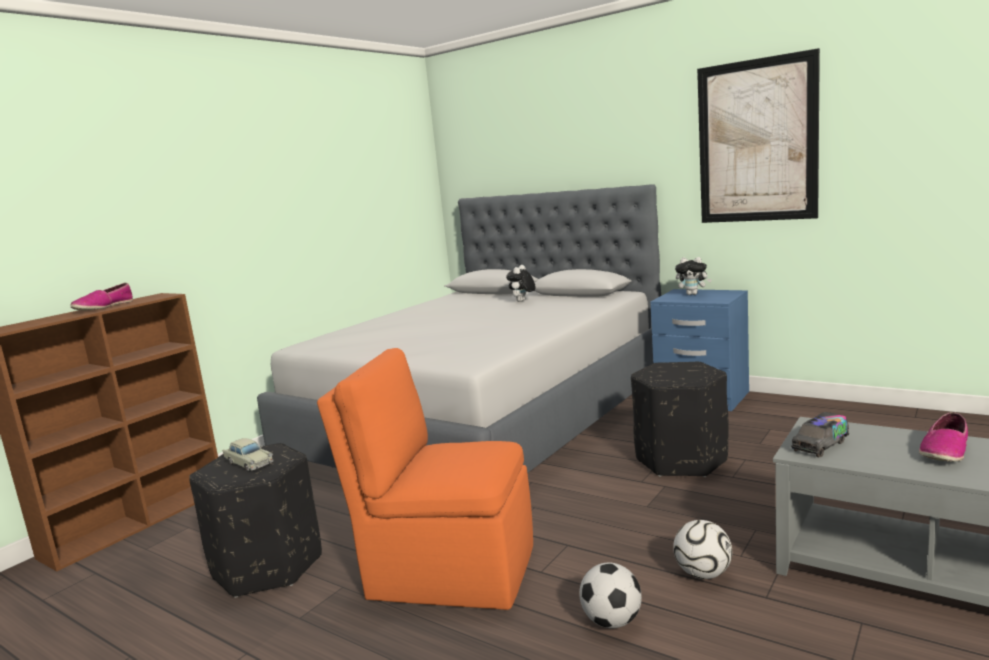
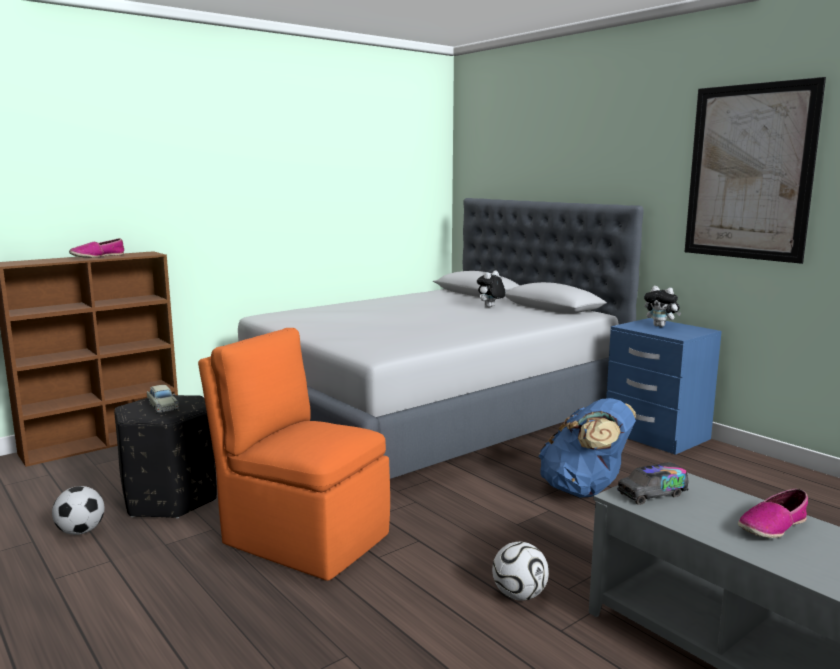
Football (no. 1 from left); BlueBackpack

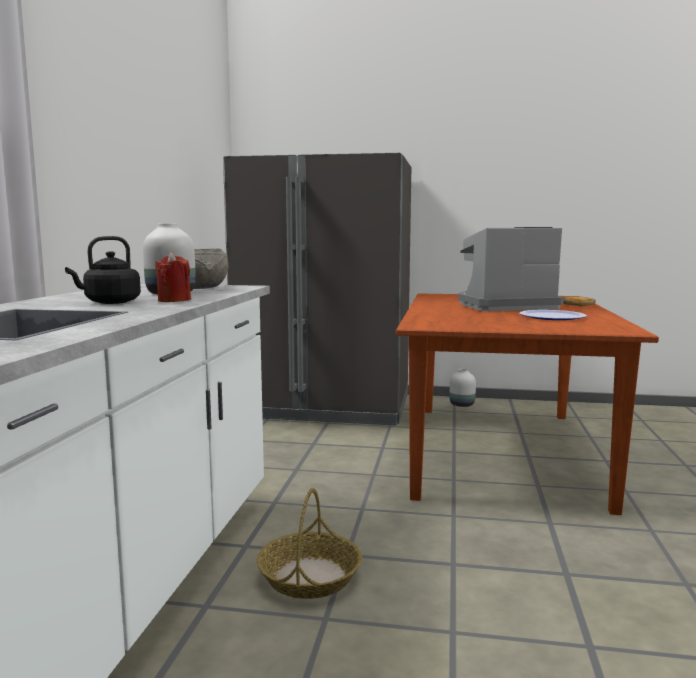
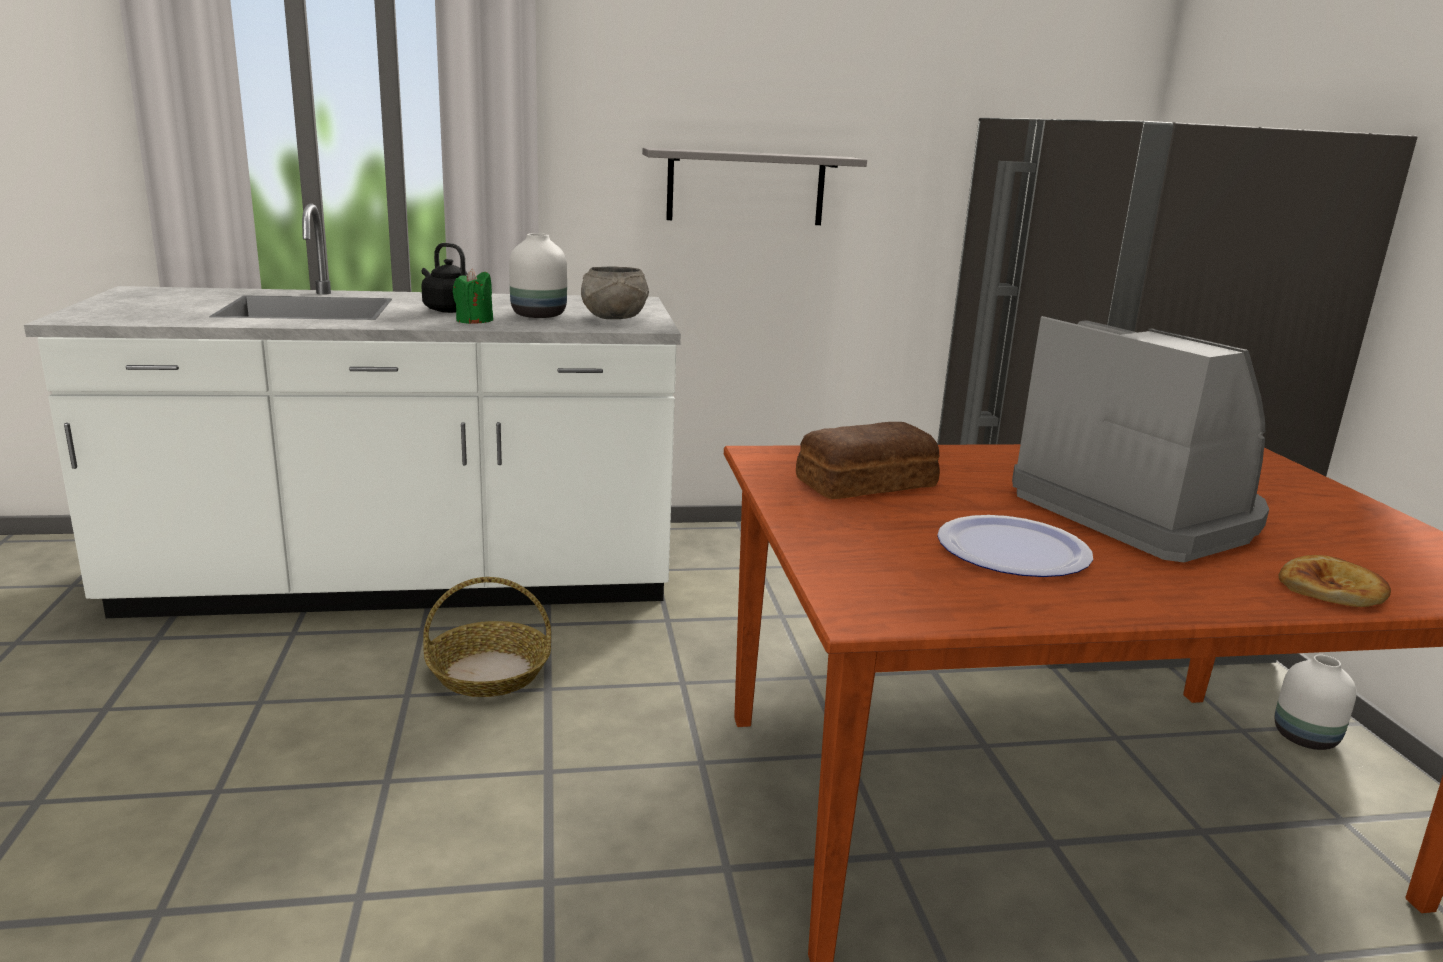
GreyShelf; Bread (no. 1 from left); GreenCandle

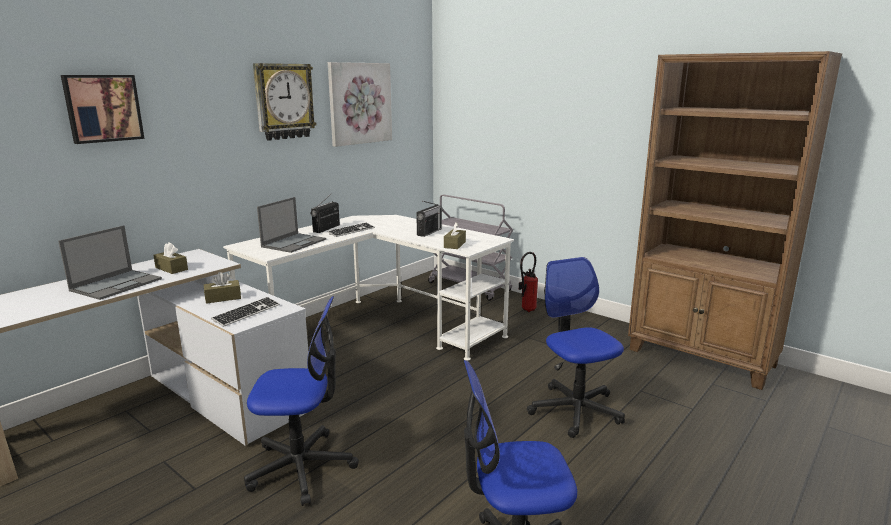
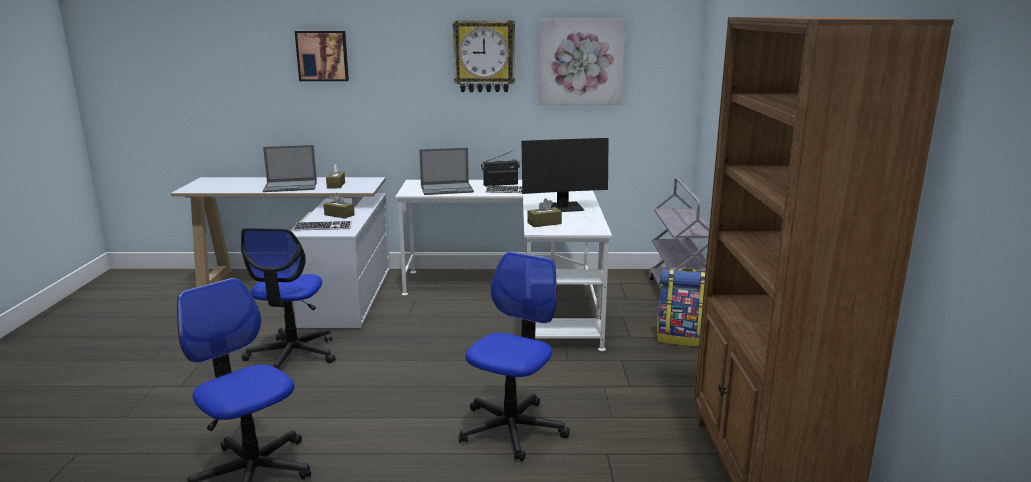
Monitor; Backpack; OfficeChair (no. 2 from left)

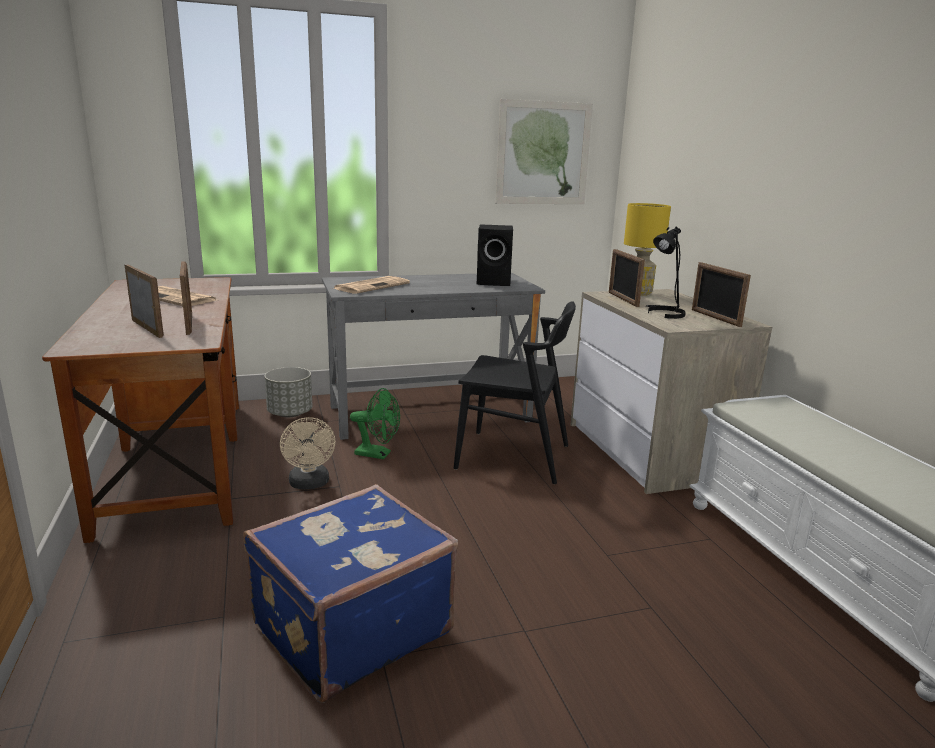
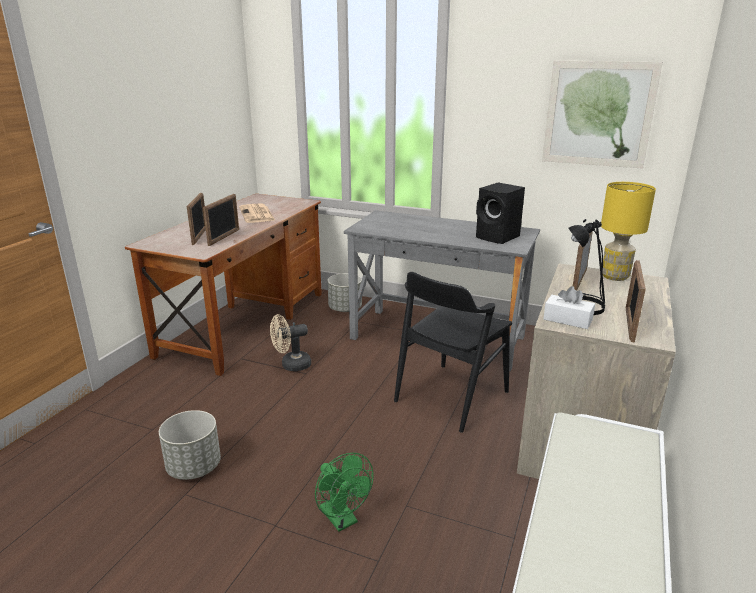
Newspaper (no. 2 from left in the first image); WhiteTissueBox; GreenFan; GreyPlanter (no. 1 from left); BeigeFan; BlackChair

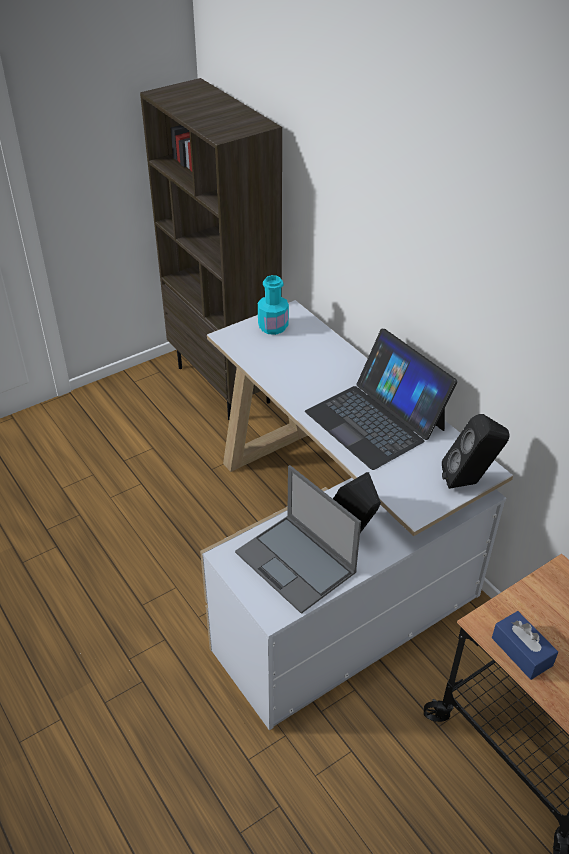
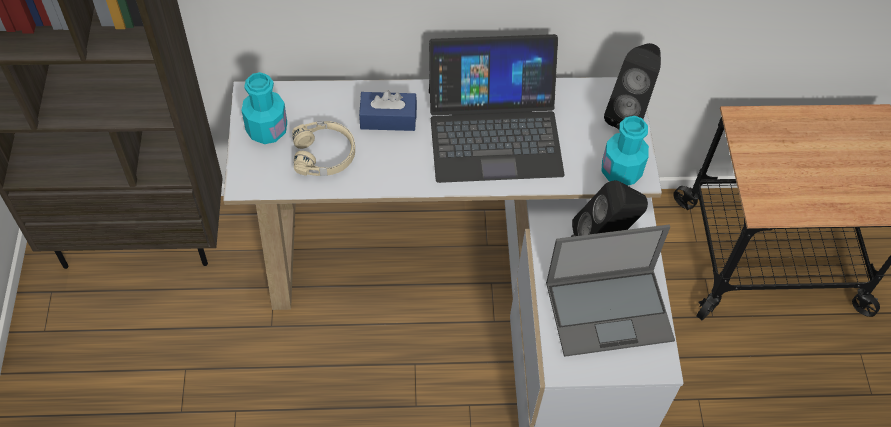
BeigeHeadphones; TurquoiseBottle (no. 2 from left); BlueTissueBox

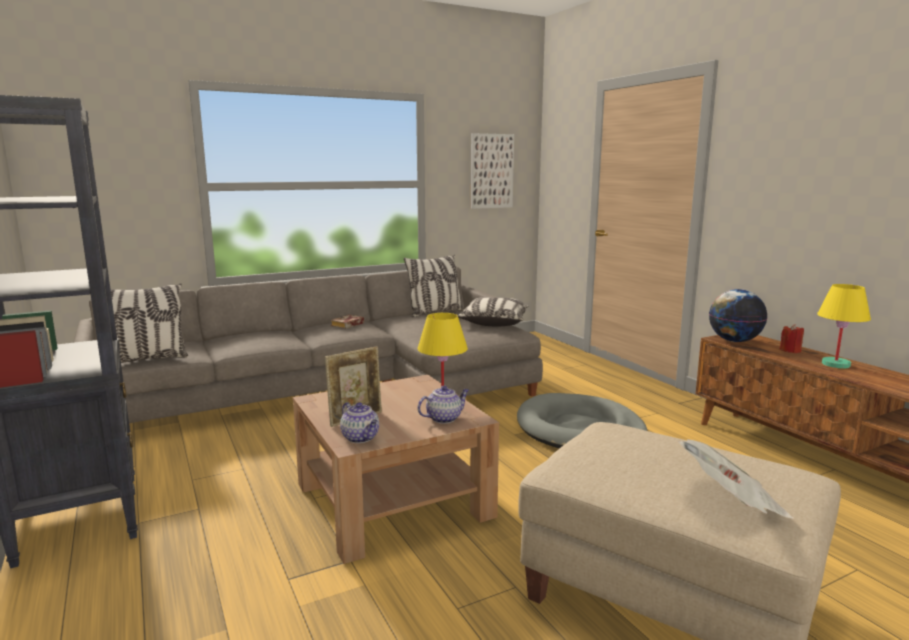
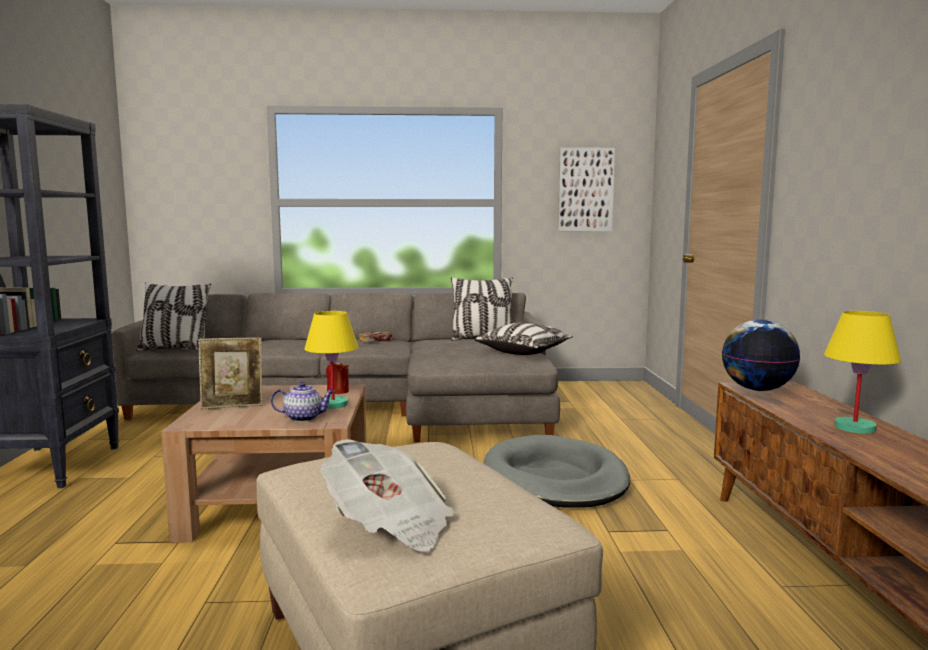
Teapot (no. 1 from left in the first image); RedCandle

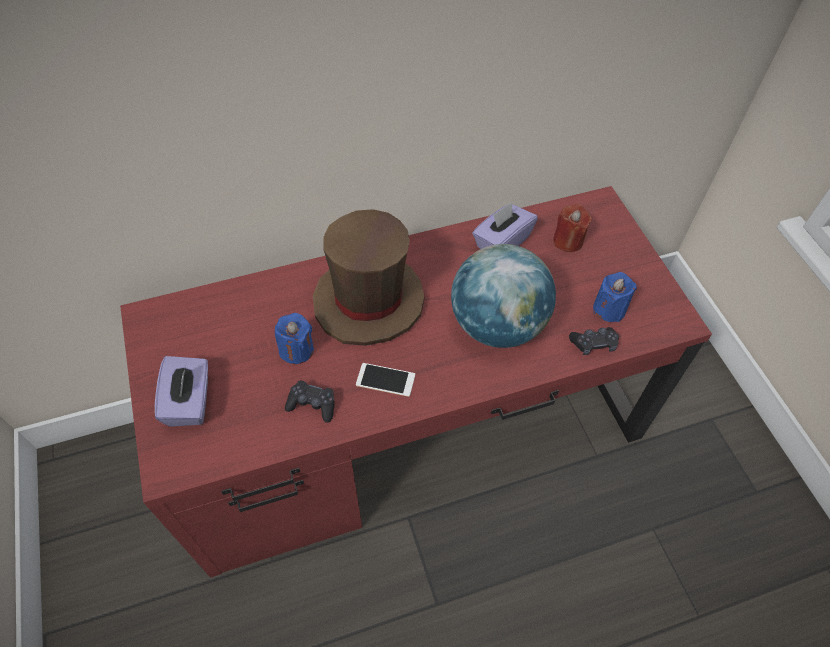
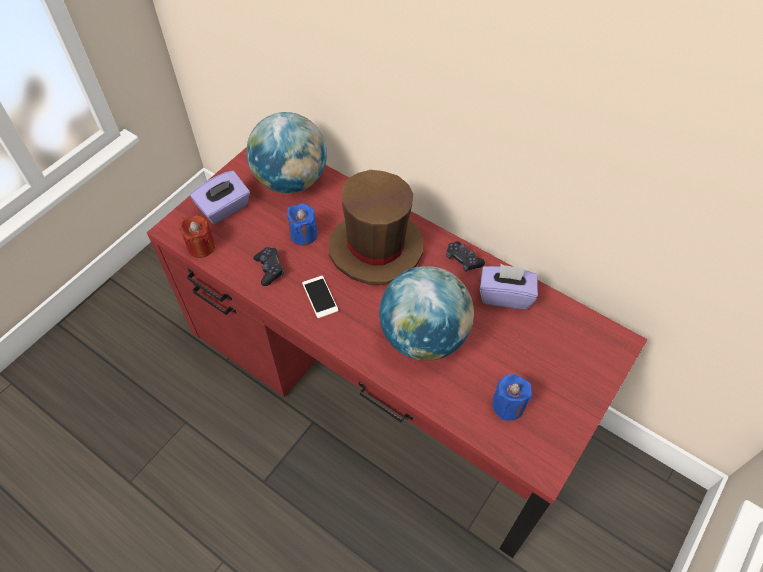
Globe (no. 1 from left); RedCandle; BlackGameController (no. 2 from left)

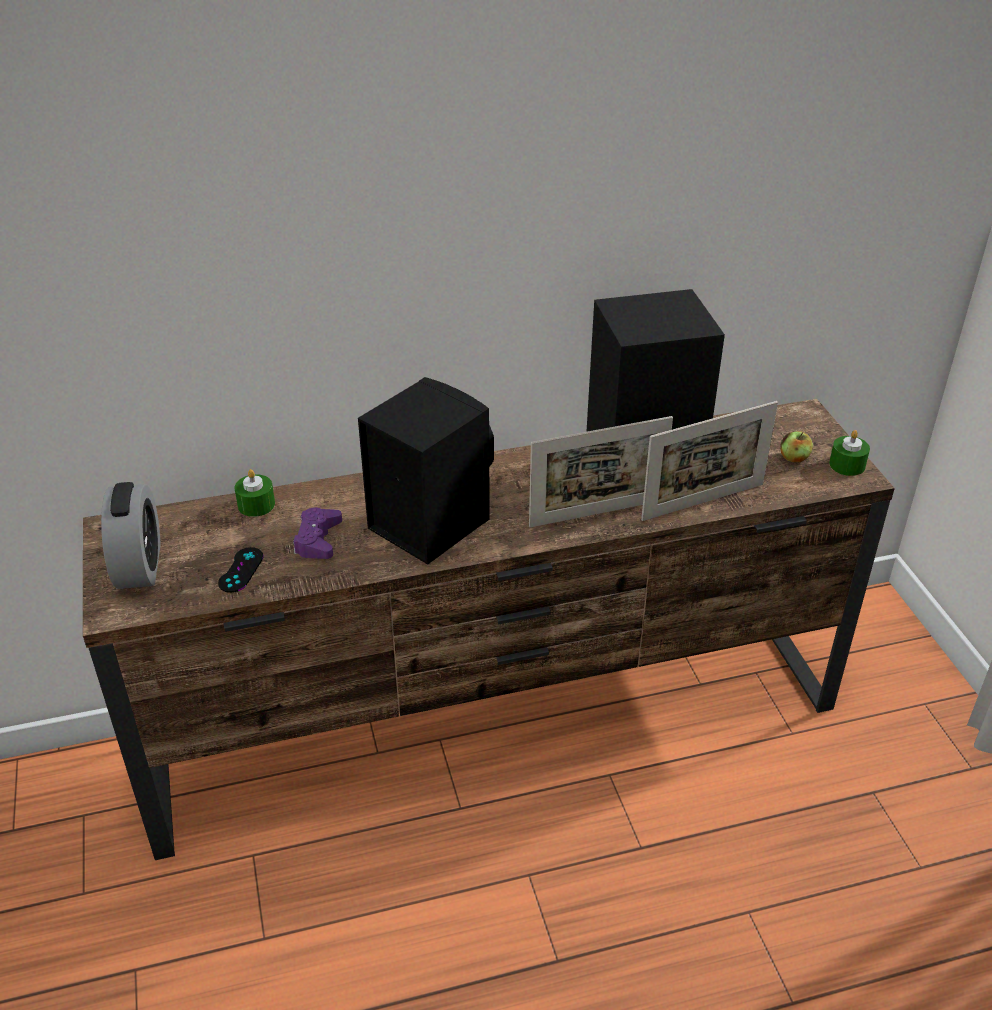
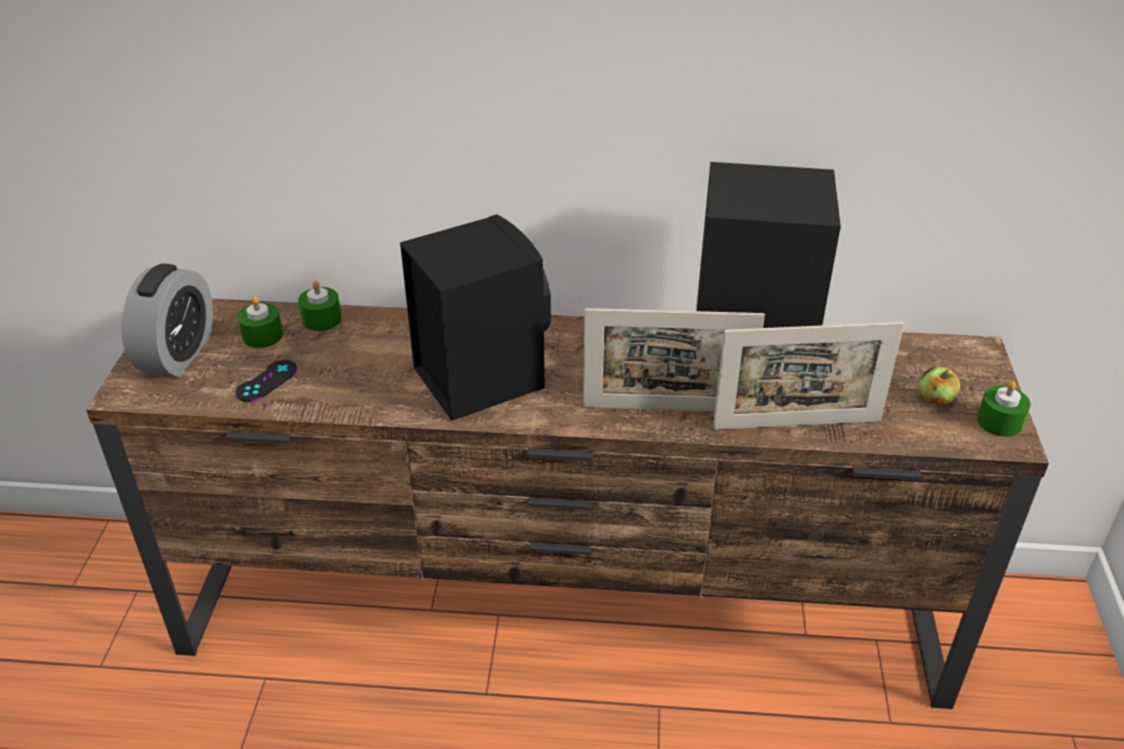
PurpleGameController; GreenCandle (no. 1 from left)

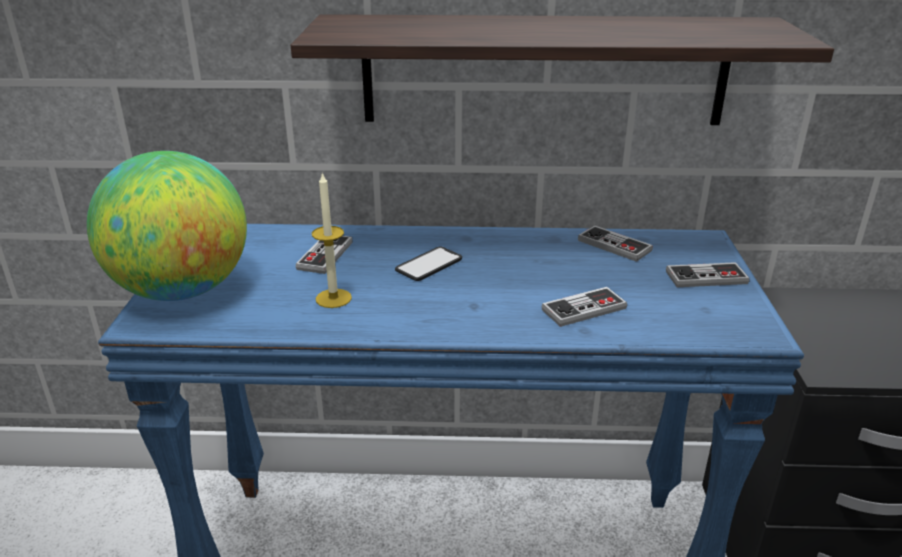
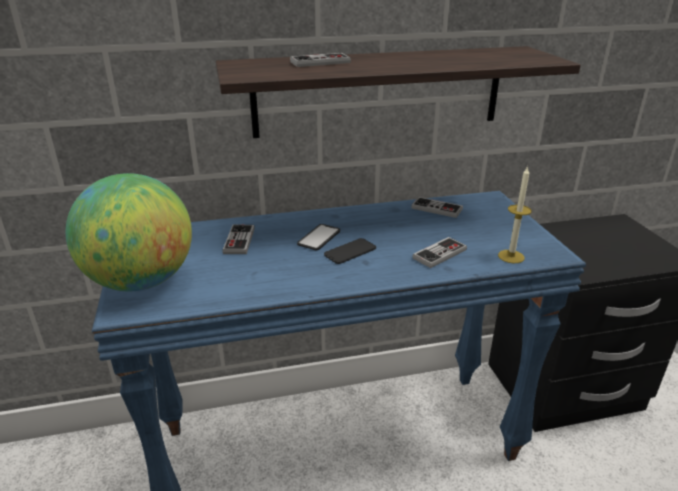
Phone (no. 2 from left); Candle; GameController (no. 2 from left)

